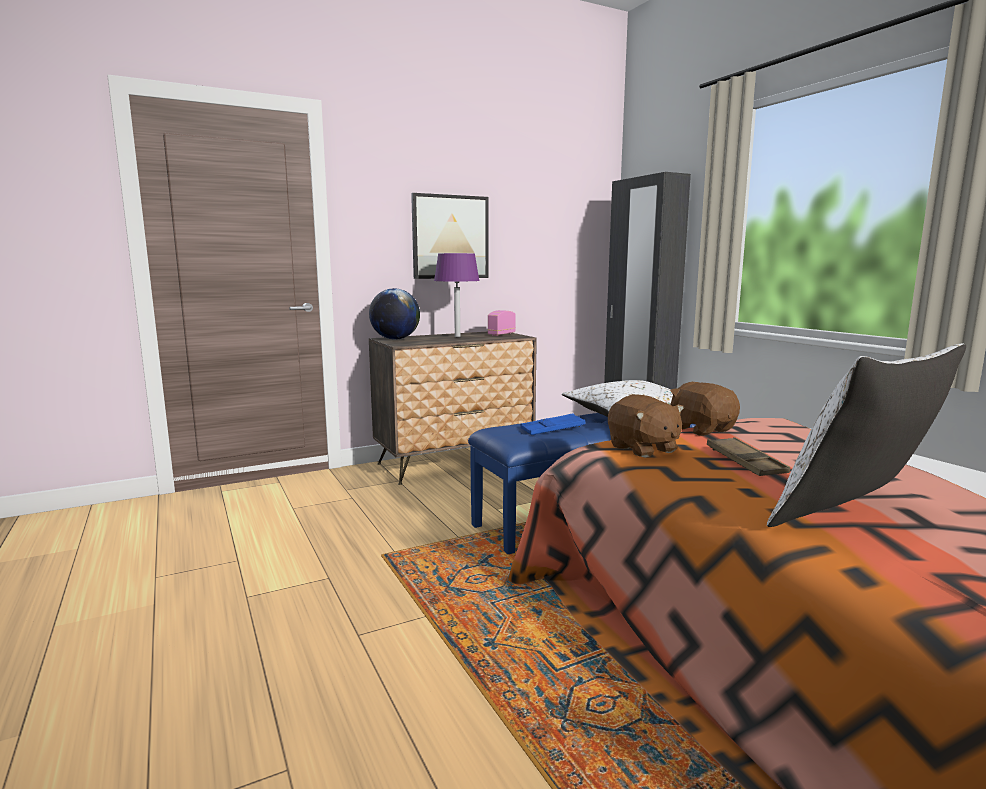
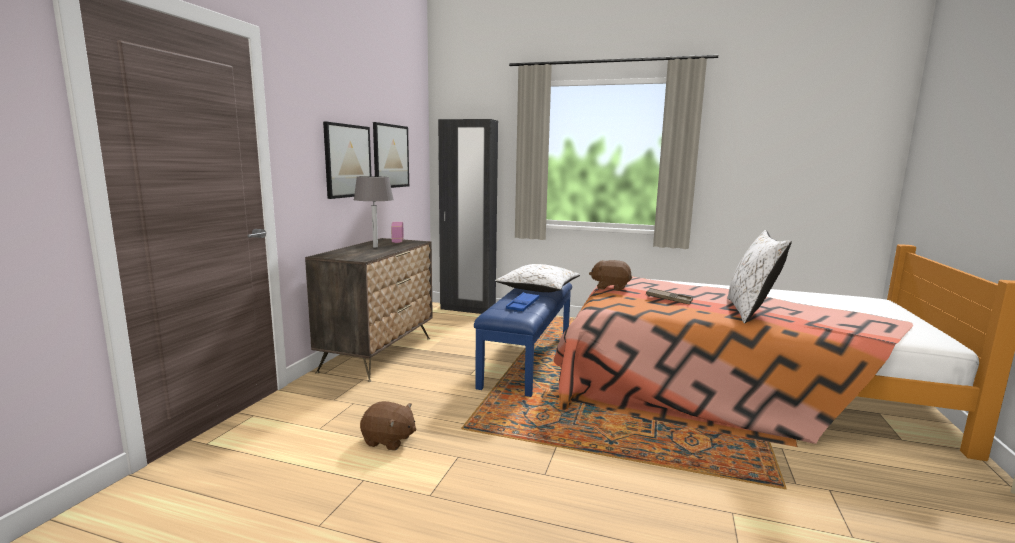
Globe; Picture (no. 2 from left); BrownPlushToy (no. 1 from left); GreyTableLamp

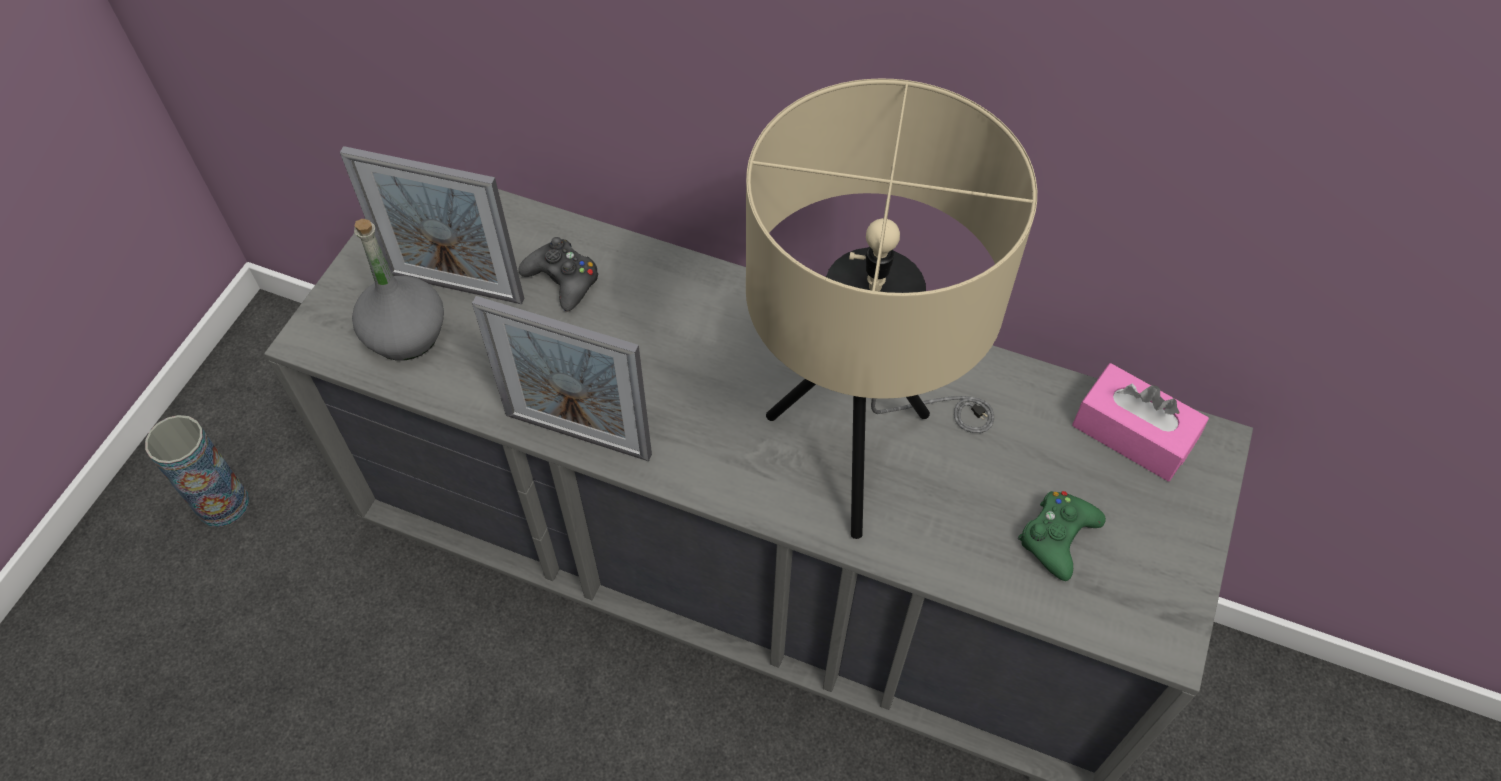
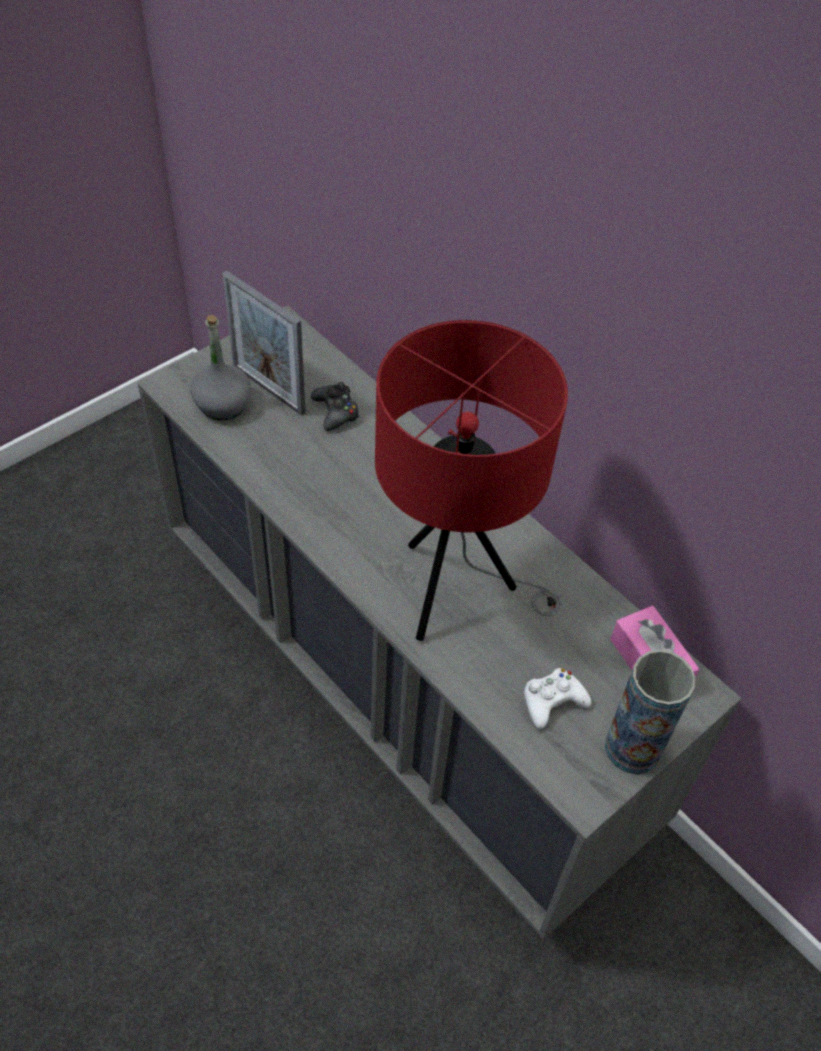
PictureFrame (no. 2 from left in the first image); Vase; RedTableLamp; WhiteGameController

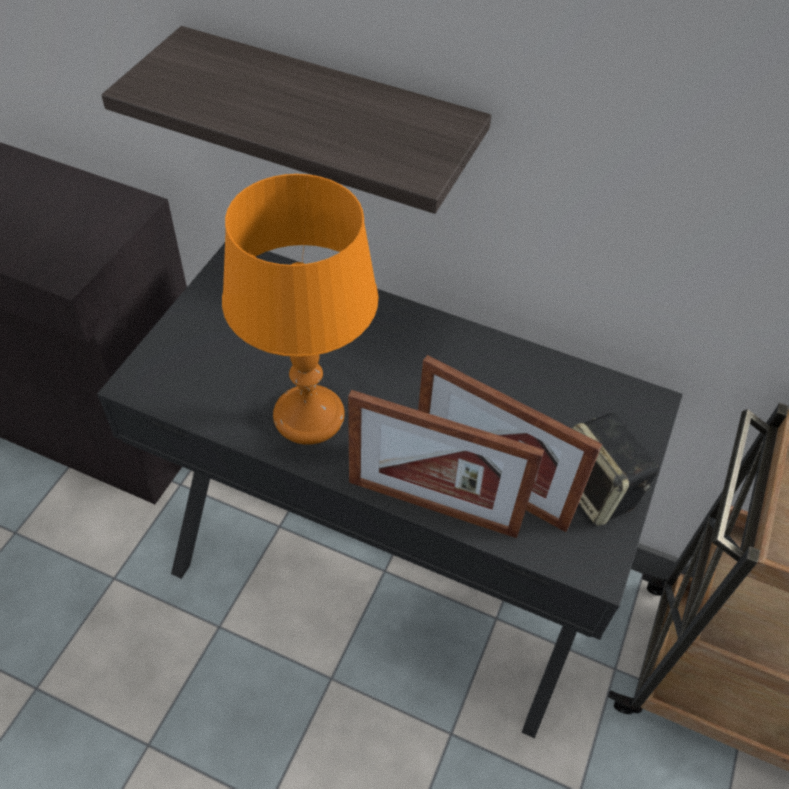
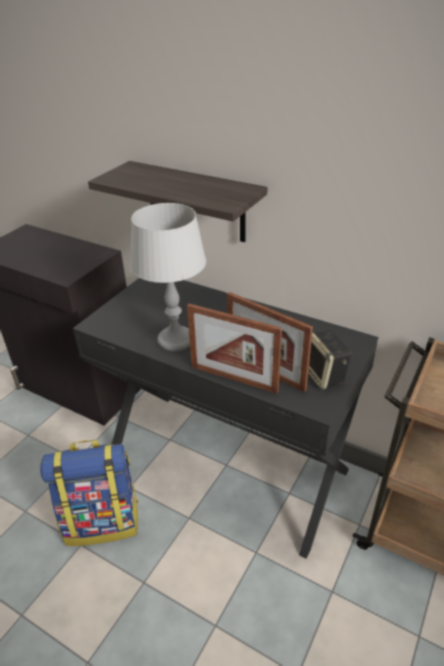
Backpack; GreyTableLamp

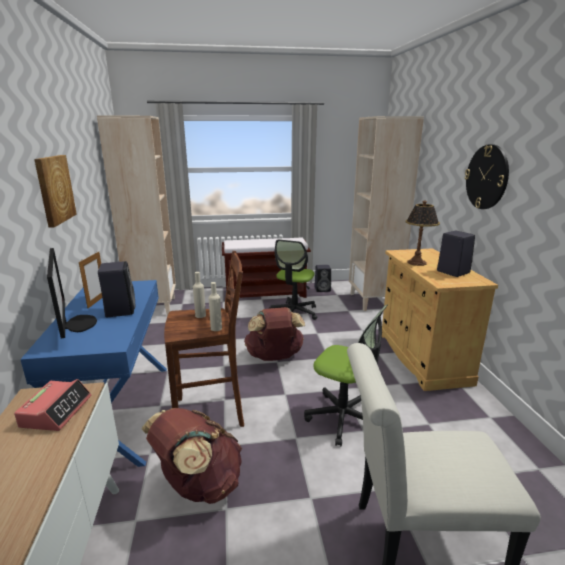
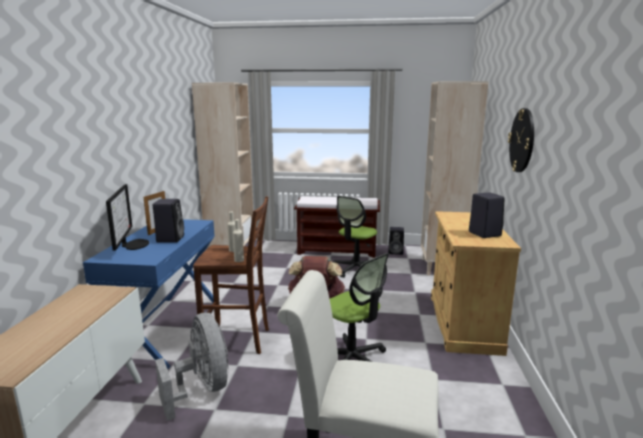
AlarmClock; Picture; TableLamp; GreyFan

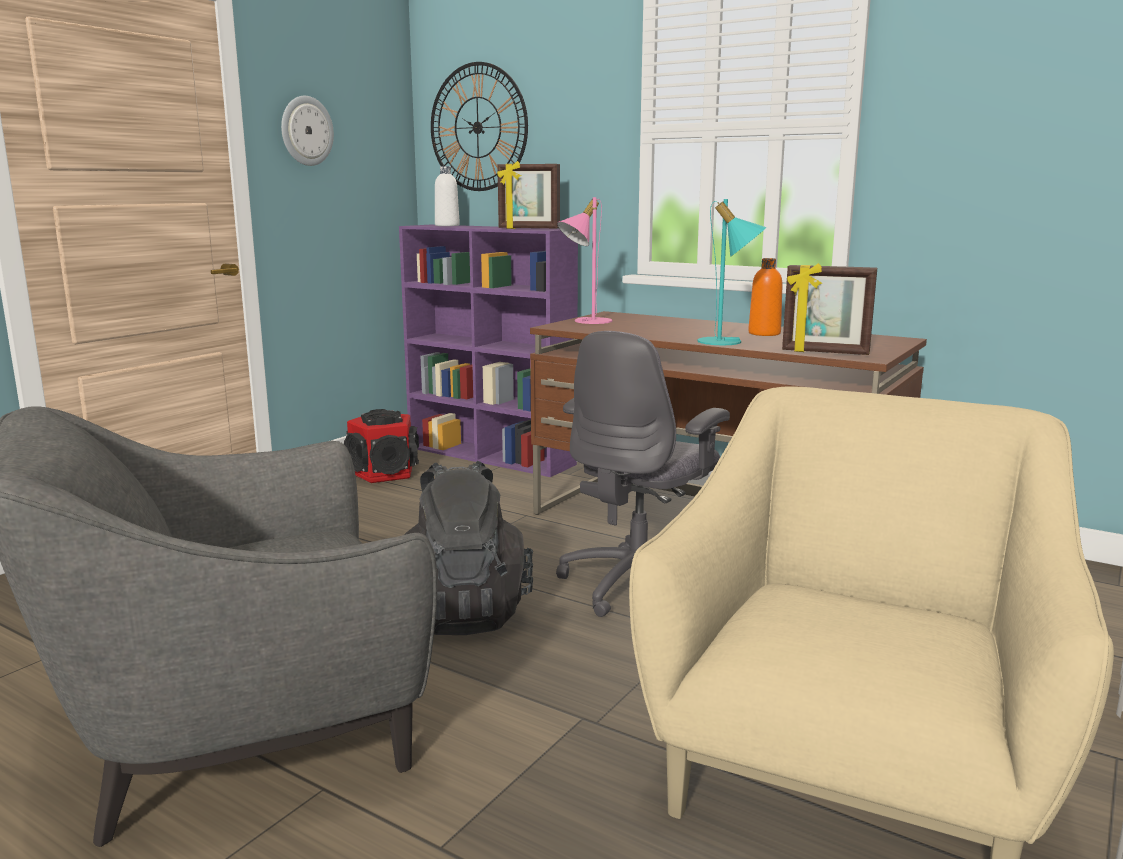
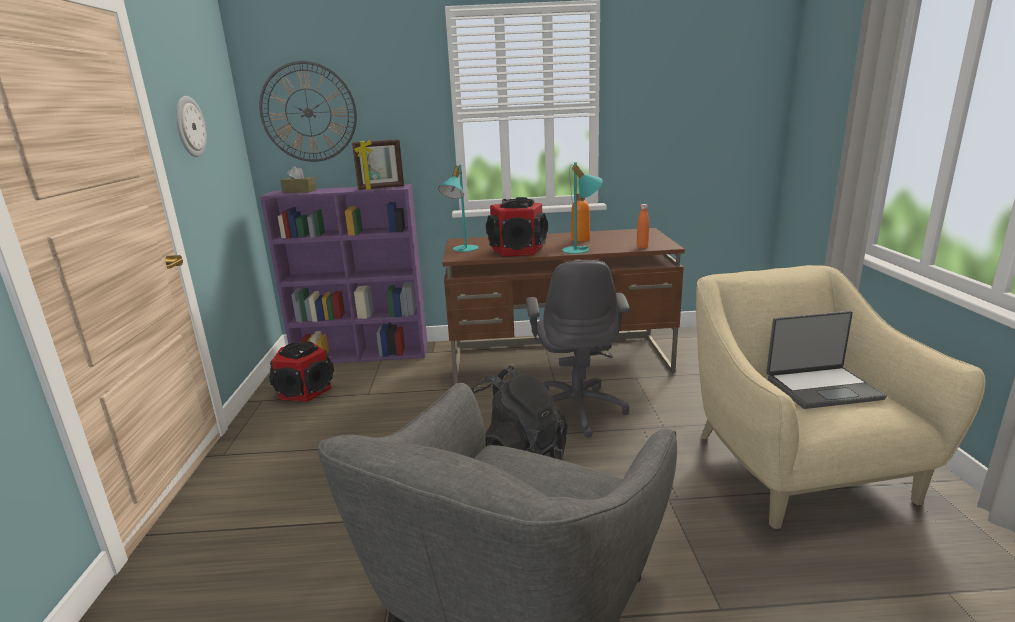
Speaker (no. 2 from left); Laptop; BrownTissueBox; OrangeBottle (no. 2 from left); TurquoiseTableLamp (no. 1 from left)

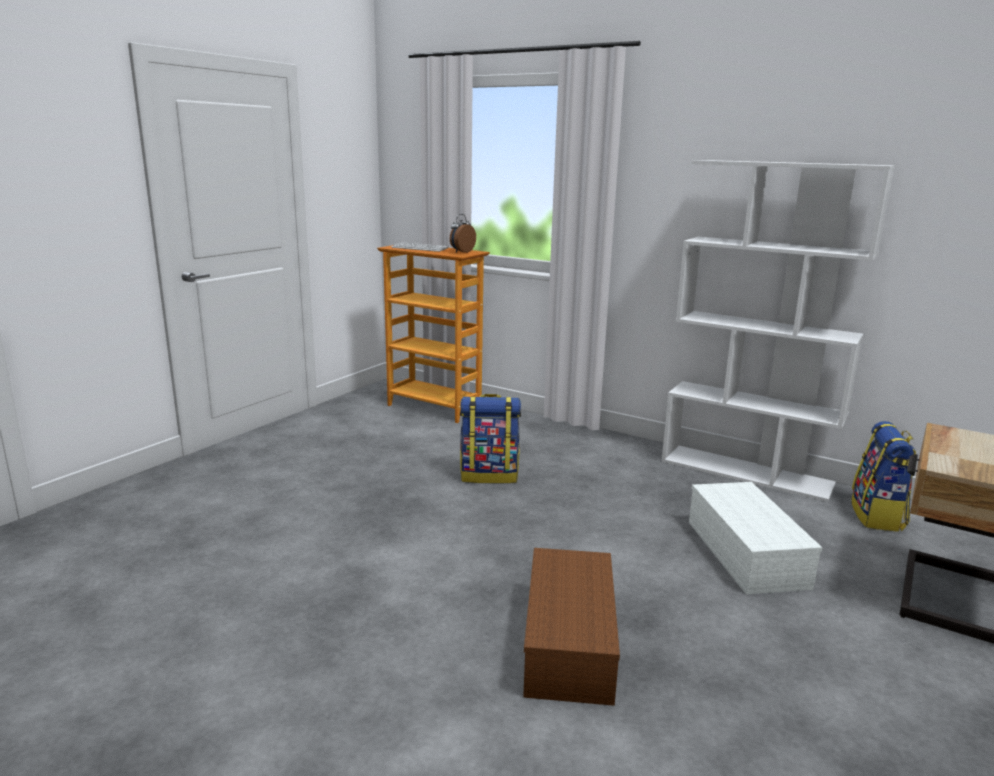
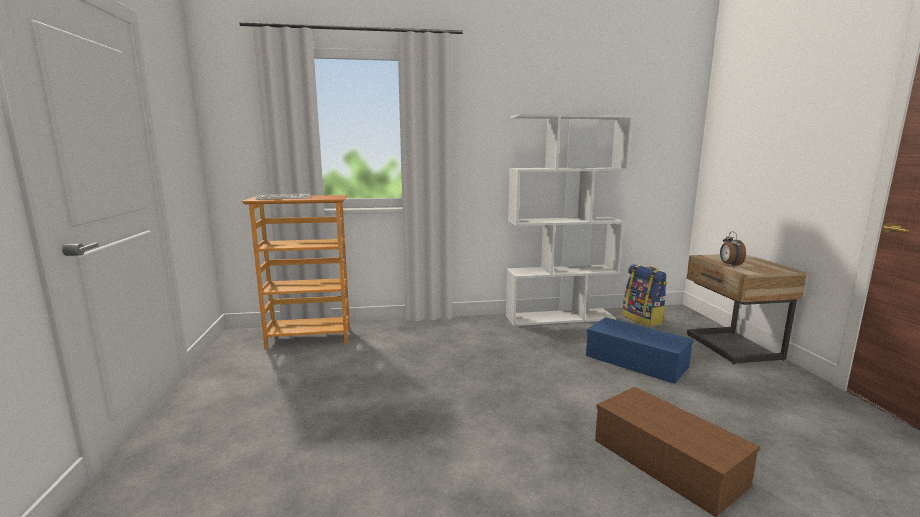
Backpack (no. 1 from left in the first image); AlarmClock; BlueStorageBox

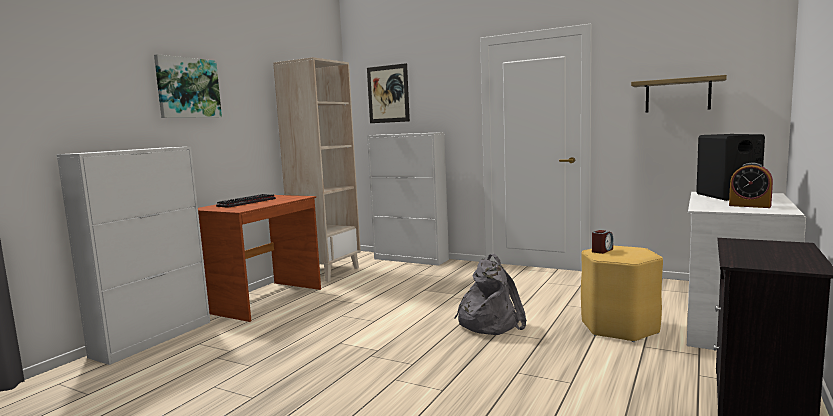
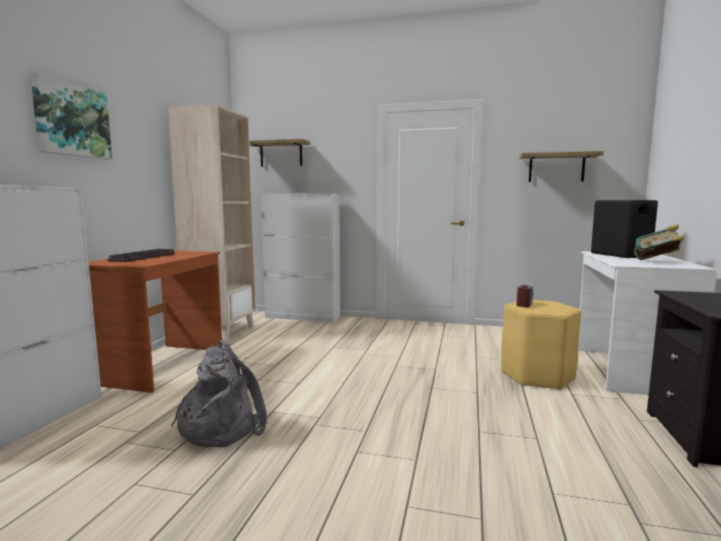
GreyBackpack; Shelf (no. 1 from left); Book

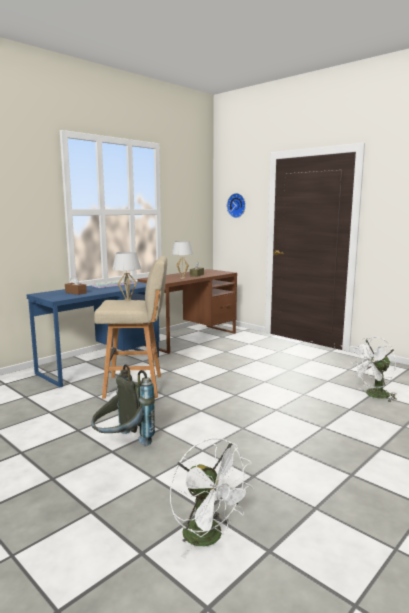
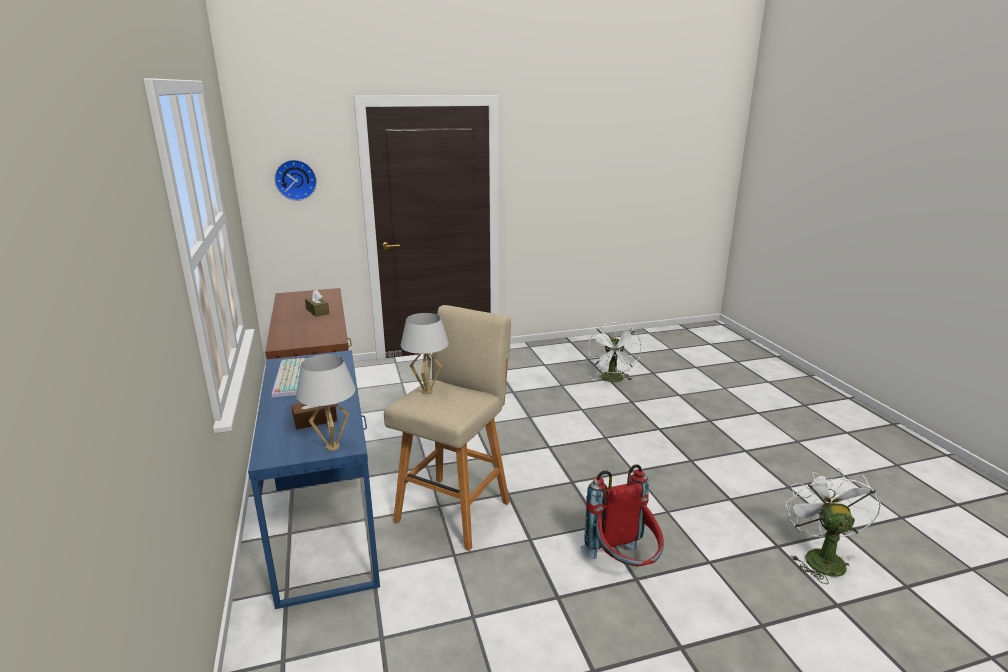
WhiteTableLamp (no. 1 from left); RedBackpack; WhiteFan (no. 2 from left)

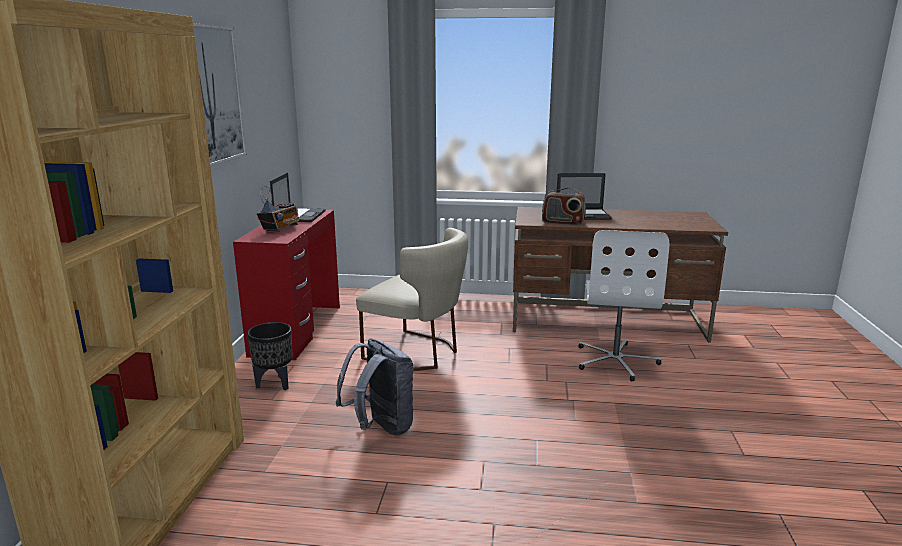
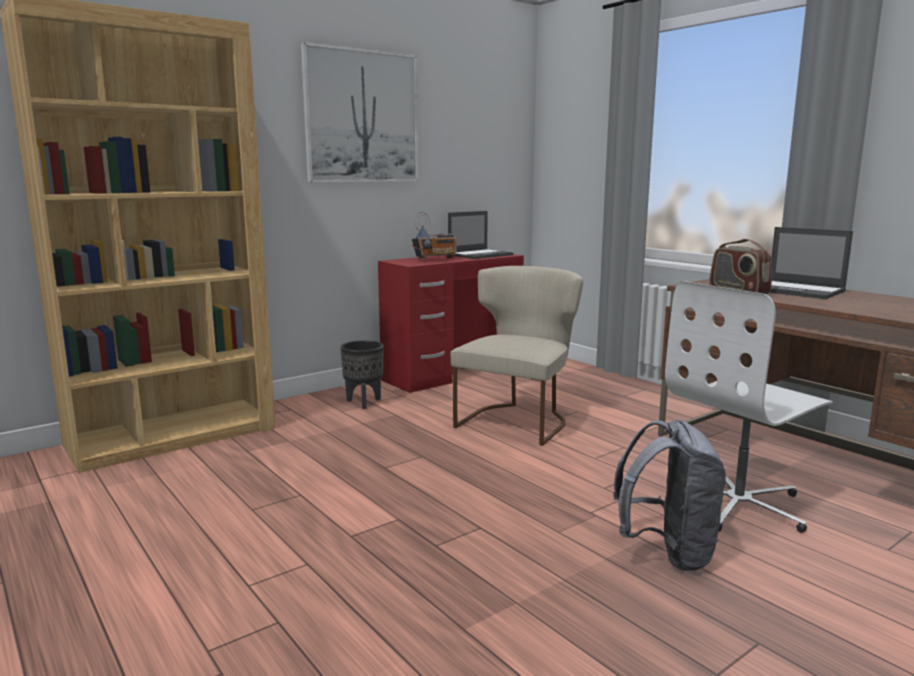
GreyBackpack; BeigeChair

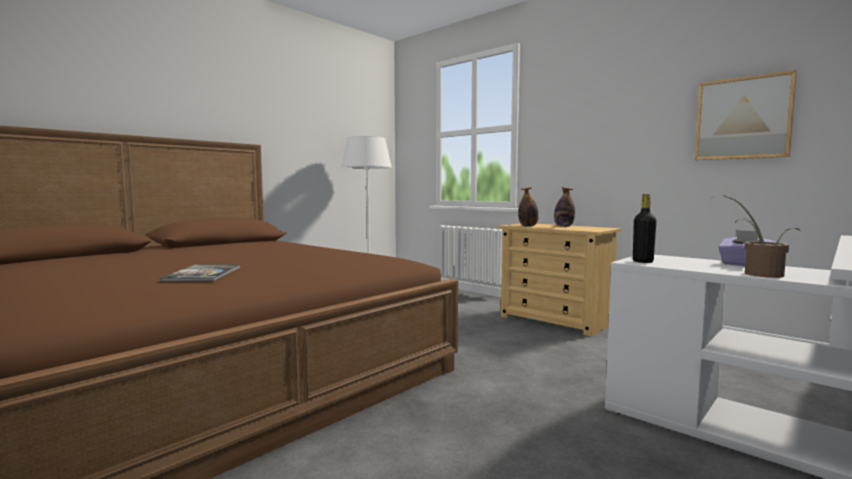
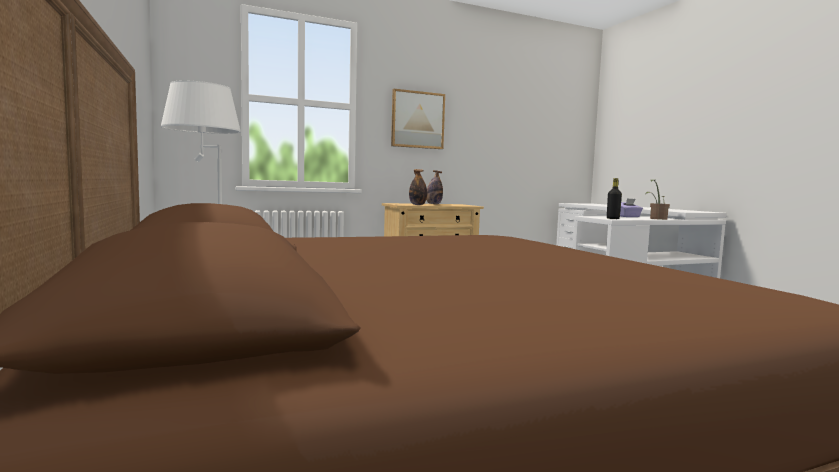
Book; Picture

